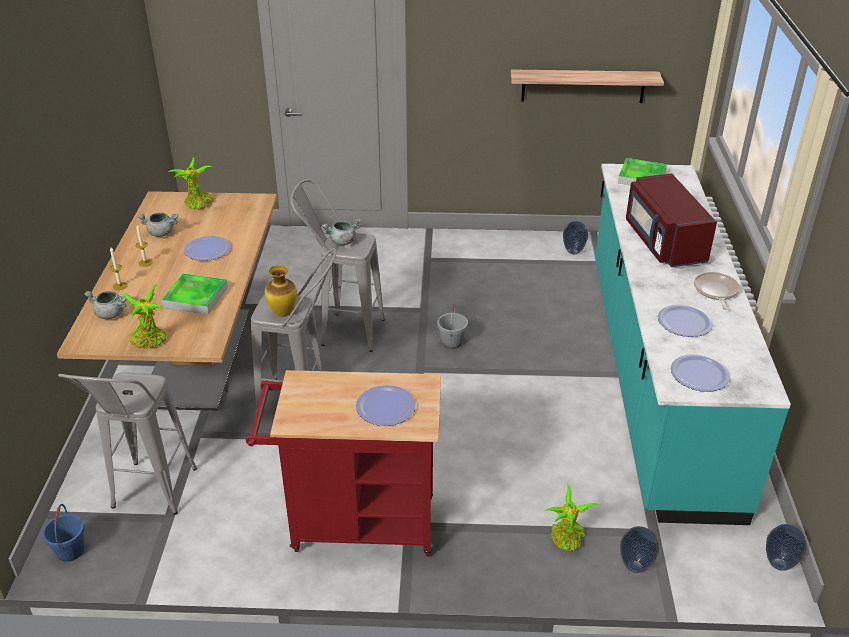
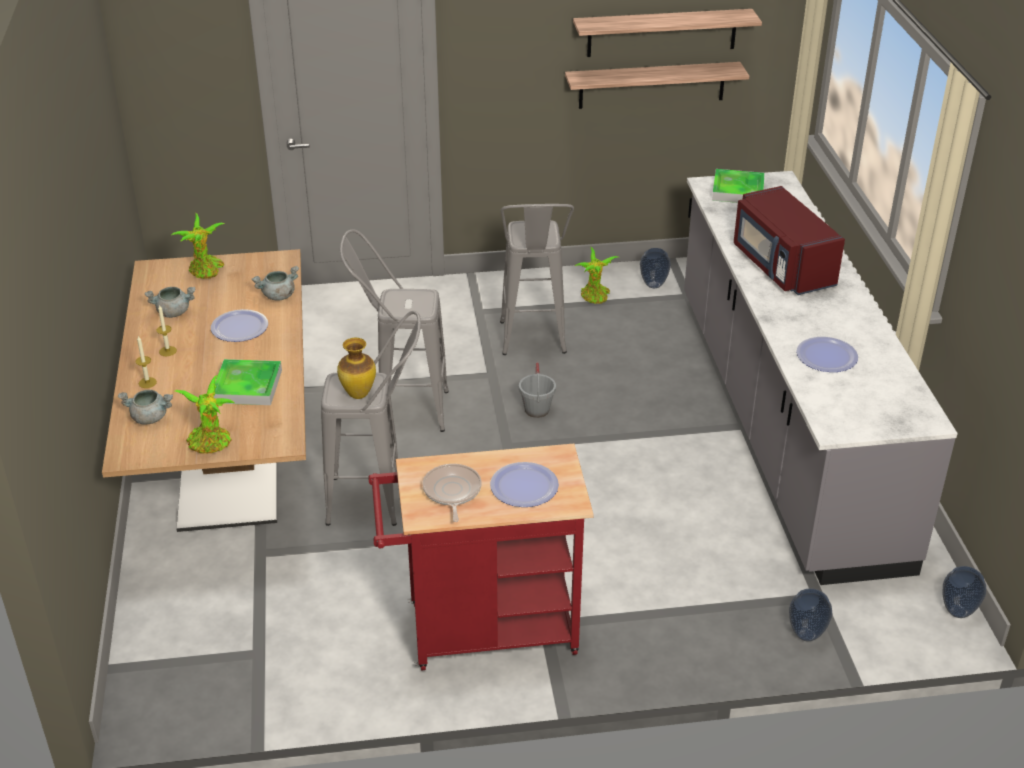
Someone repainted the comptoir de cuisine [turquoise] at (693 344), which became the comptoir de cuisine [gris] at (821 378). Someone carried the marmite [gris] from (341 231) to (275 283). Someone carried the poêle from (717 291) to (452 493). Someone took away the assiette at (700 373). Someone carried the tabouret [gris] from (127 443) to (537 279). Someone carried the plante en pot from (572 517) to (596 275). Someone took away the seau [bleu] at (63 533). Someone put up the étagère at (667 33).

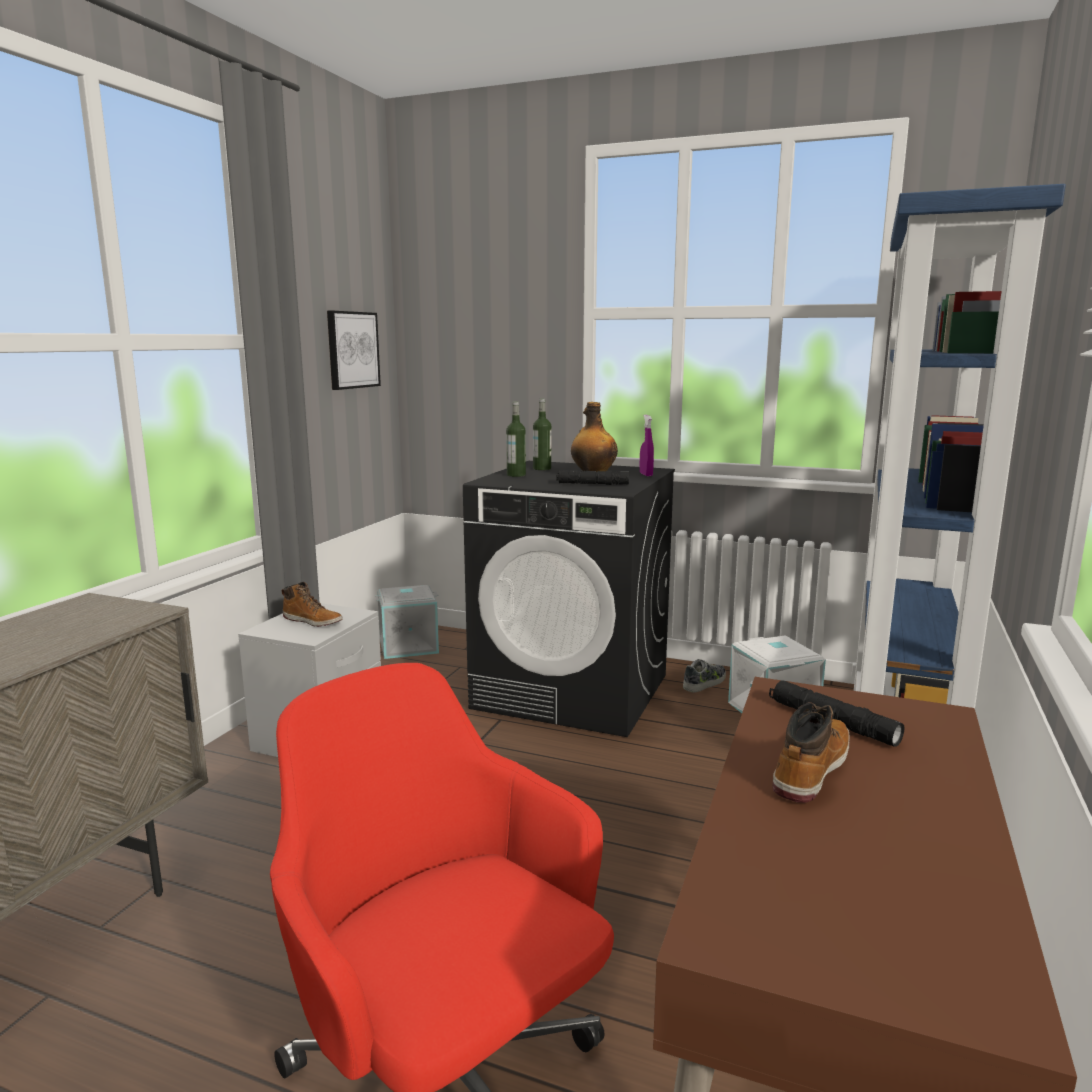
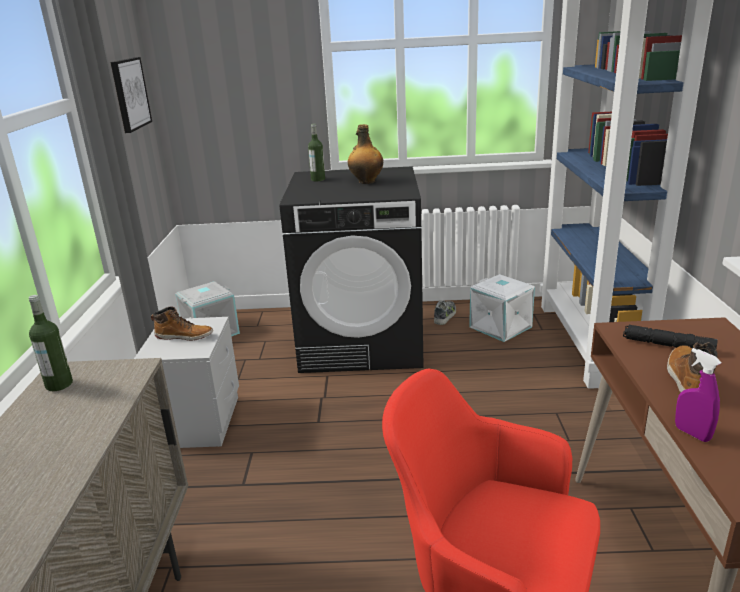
Someone carried the bouteille from (516 439) to (51 343). Someone carried the vaporisateur [violet] from (647 445) to (698 395). Someone took away the lampe de poche [noir] at (592 477).

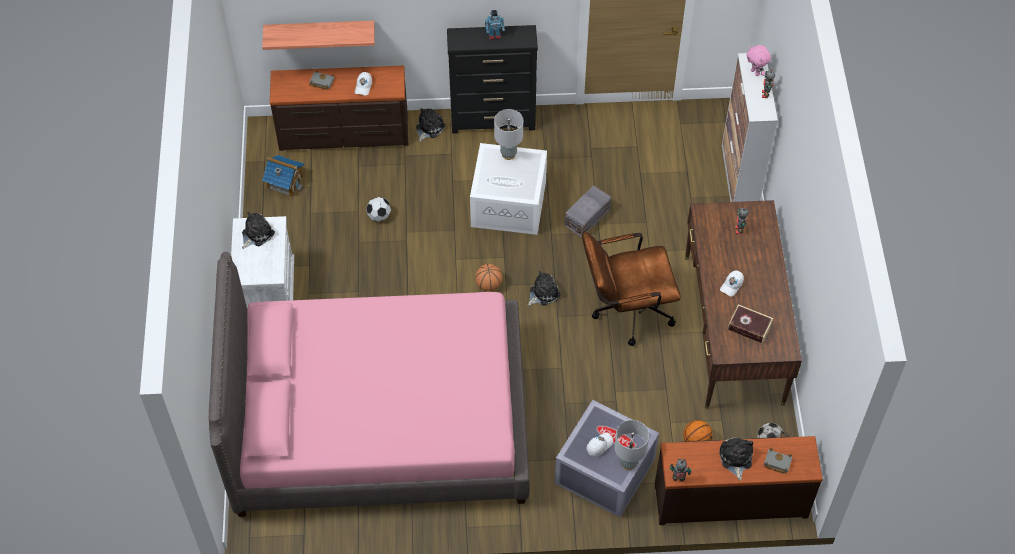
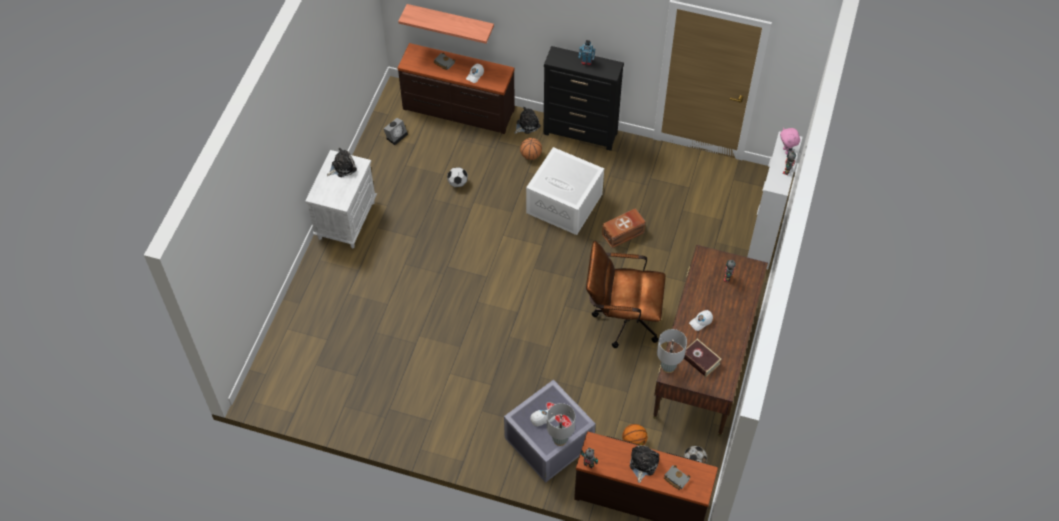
Someone carried the lampe de table [gris] from (508 134) to (672 351). Someone swapped the maison miniature at (283 176) for the réveil at (396 131). Someone repainted the boîte de rangement [gris] at (588 211), which became the boîte de rangement [marron] at (624 228). Someone took away the lit [rose] at (369 384). Someone carried the ballon de basket from (489 277) to (531 149). Someone took away the peluche at (544 288).

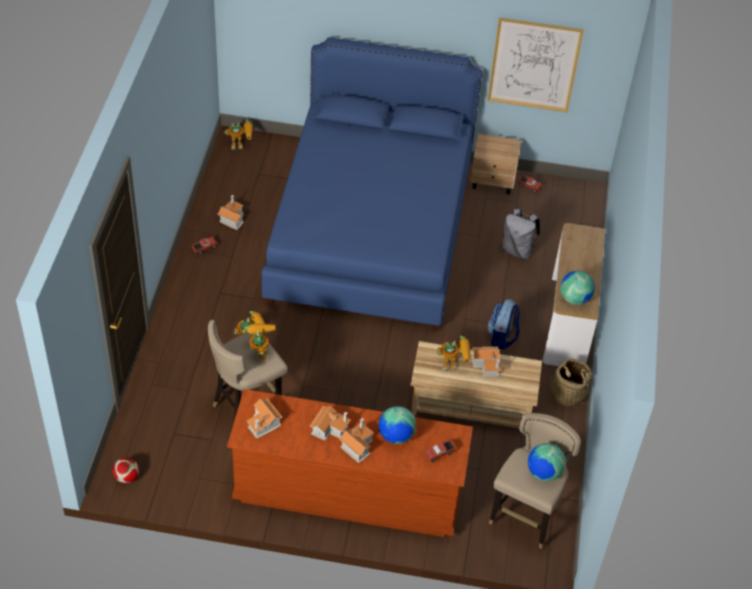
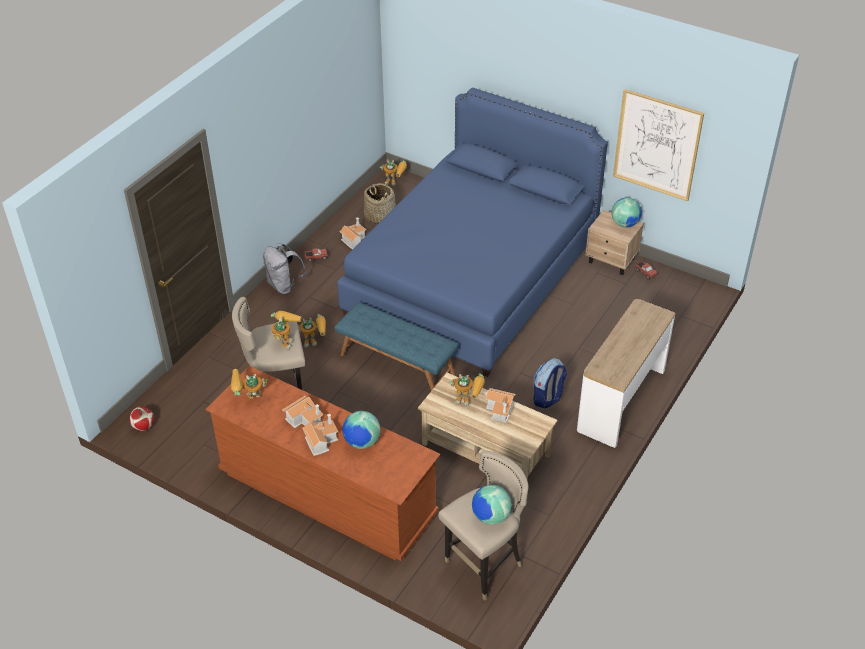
Someone carried the sac à dos [gris] from (520 234) to (285 269). Someone carried the globe from (577 288) to (626 212). Someone carried the panier from (570 383) to (380 203). Someone swapped the maison miniature at (265 418) for the robot jouet at (249 384). Someone took away the camion jouet at (440 451). Someone put down the banc [bleu] at (397 346).

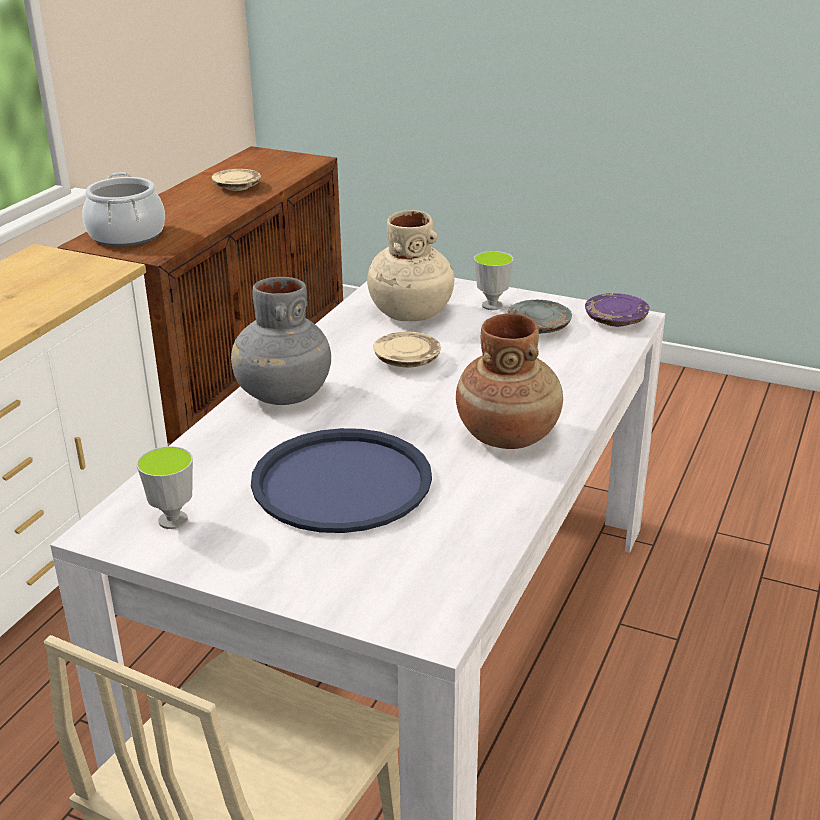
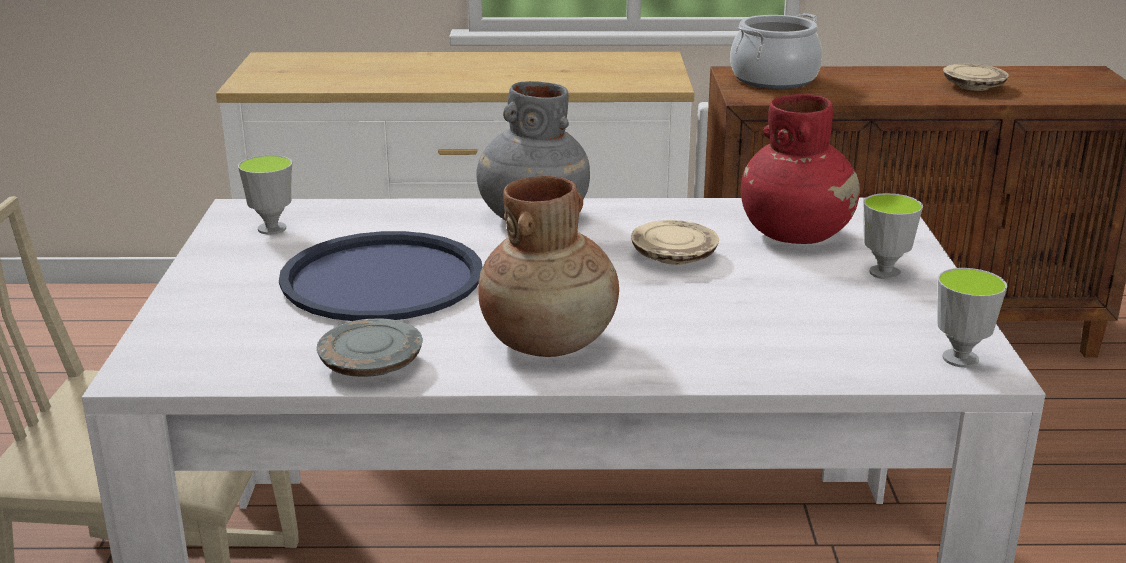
Someone repainted the vase [beige] at (410 265), which became the vase [rouge] at (800 169). Someone swapped the assiette [violet] at (617 310) for the tasse at (972 318). Someone carried the assiette [gris] from (540 317) to (370 347).

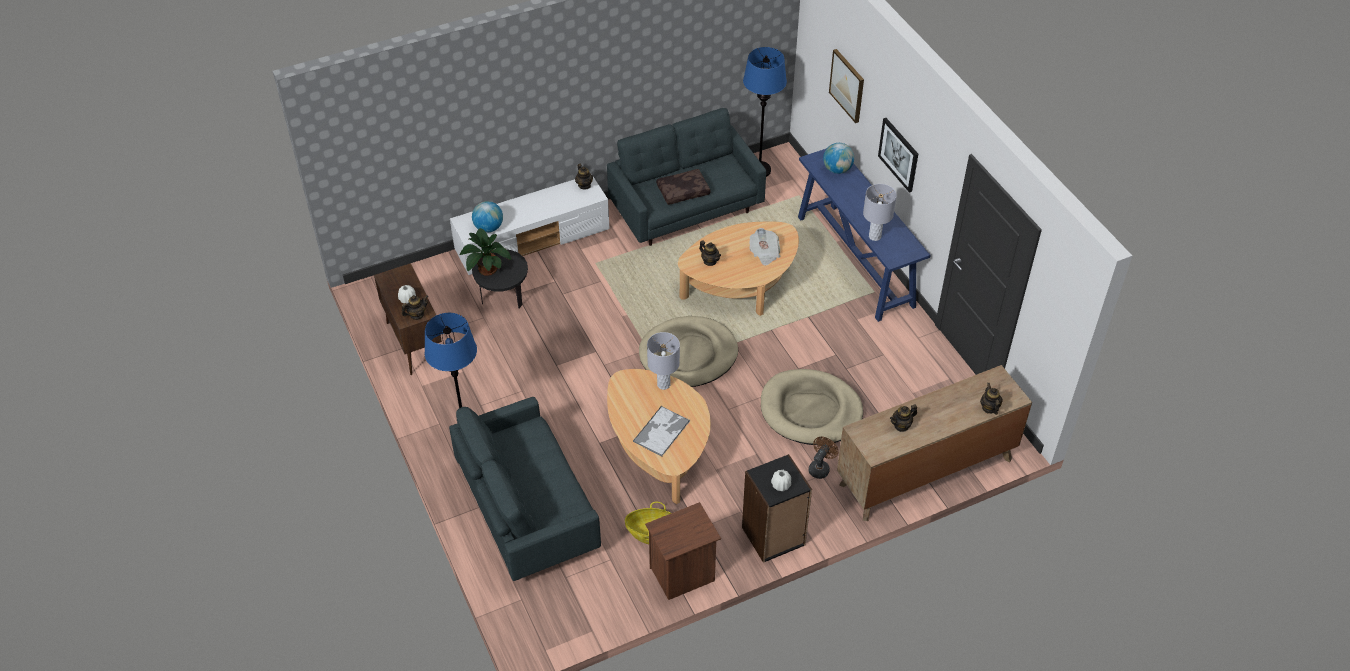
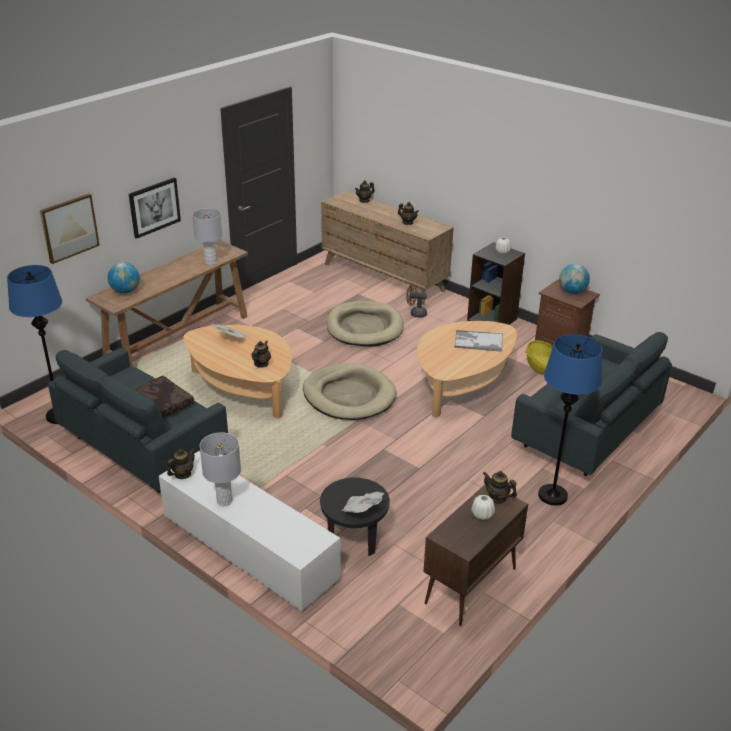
Someone repainted the table console [bleu] at (864 235), which became the table console [marron] at (167 303). Someone carried the globe from (487 216) to (574 279). Someone swapped the plante en pot at (485 252) for the journal at (363 502). Someone carried the lampe de table [gris] from (663 361) to (220 469).

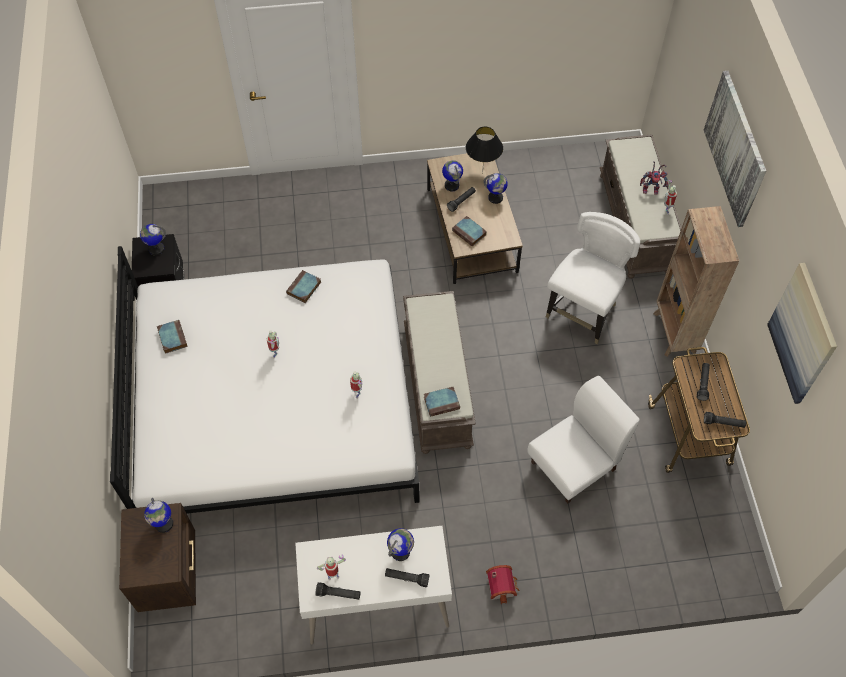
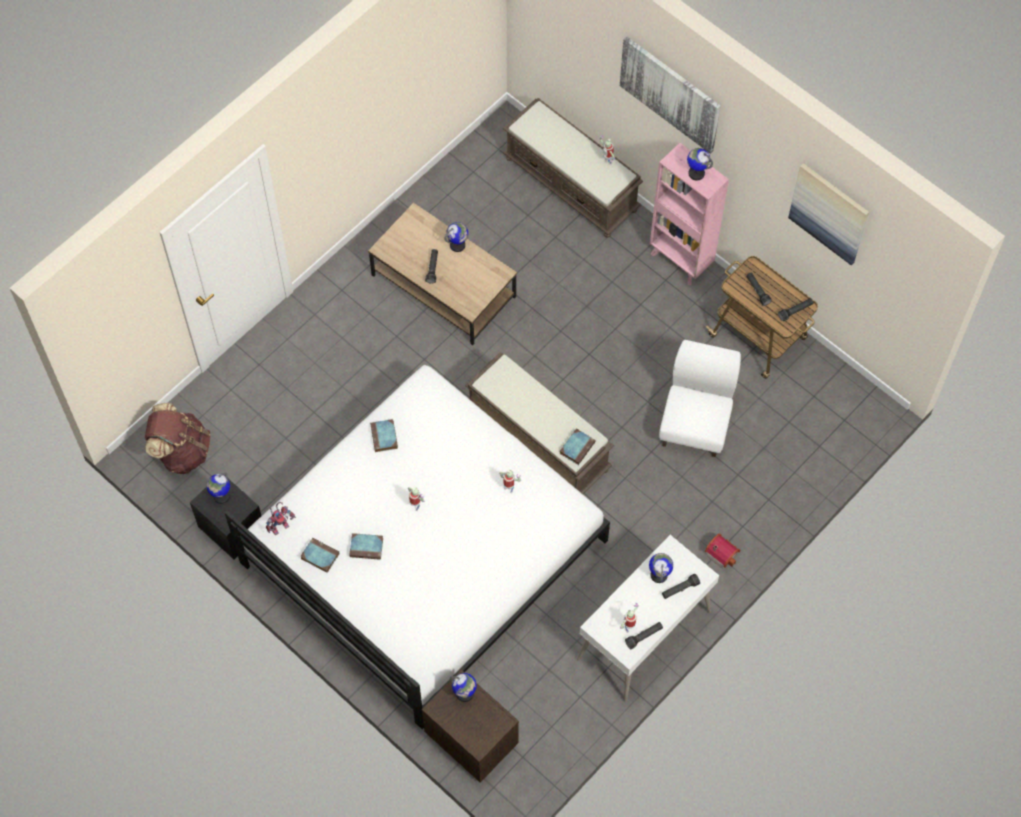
Someone took away the lampe de table [noir] at (484 150). Someone carried the globe from (452 175) to (700 164). Someone carried the robot jouet from (654 178) to (281 518). Someone repainted the bibliothèque [marron] at (696 281), which became the bibliothèque [rose] at (689 214). Someone took away the chaise [blanc] at (593 278). Someone carried the livre from (469 231) to (366 546). Someone put down the sac à dos [marron] at (178 438).

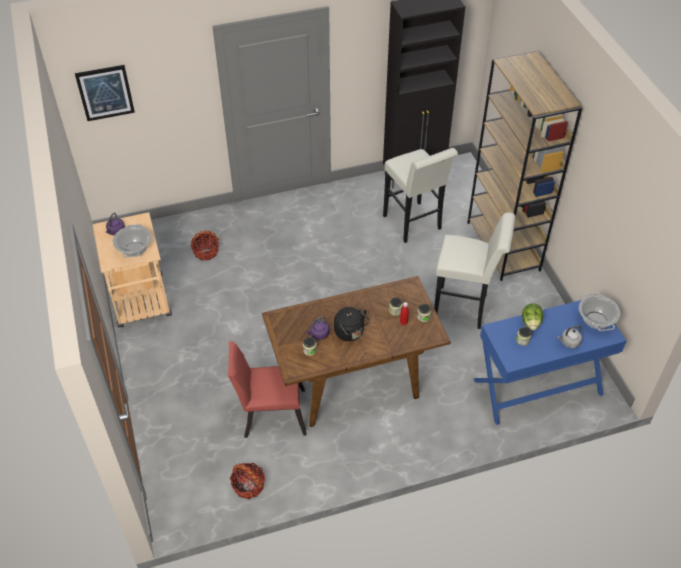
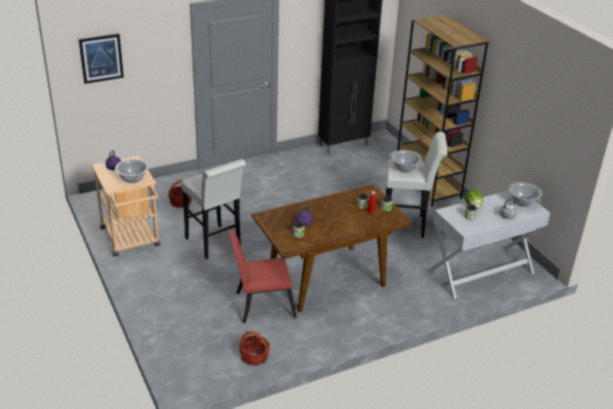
Someone carried the tabouret [blanc] from (420 195) to (213 209). Someone repainted the table console [bleu] at (550 362), which became the table console [blanc] at (488 245). Someone took away the bouilloire [noir] at (352 324). Someone put down the marmite at (406 161).

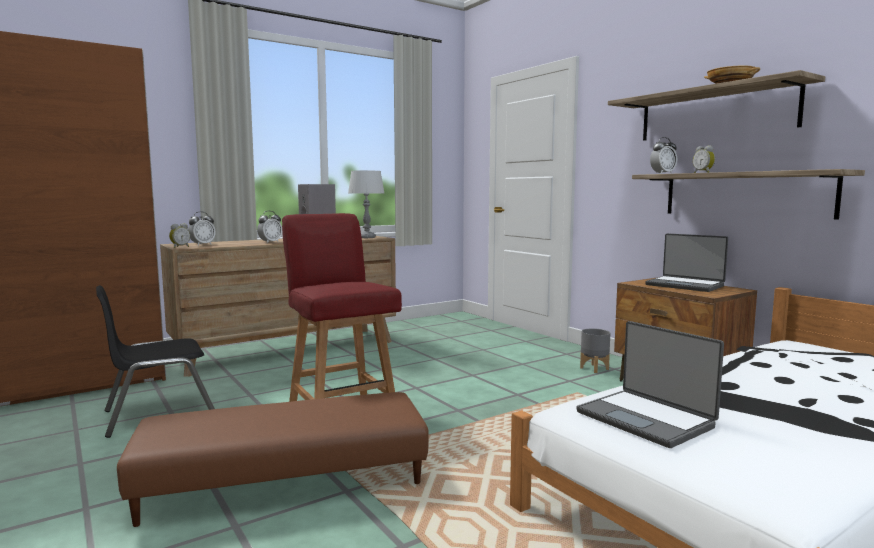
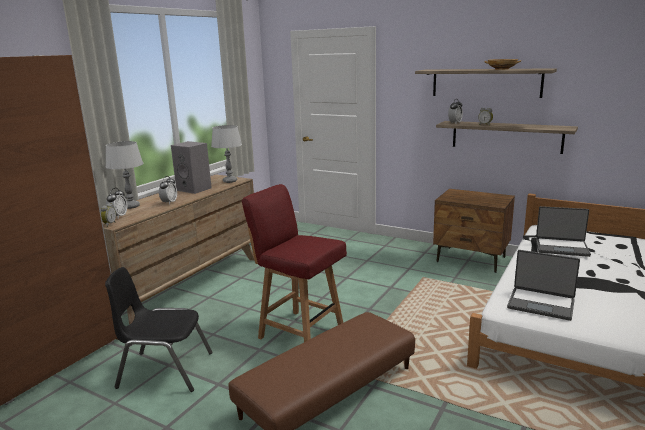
Someone carried the ordinateur portable from (686 262) to (563 231). Someone rotated the chaise [noir] at (155 361) by 60 degrees clockwise. Someone took away the cache-pot [gris] at (595 350). Someone put down the lampe de table [gris] at (124 175).

